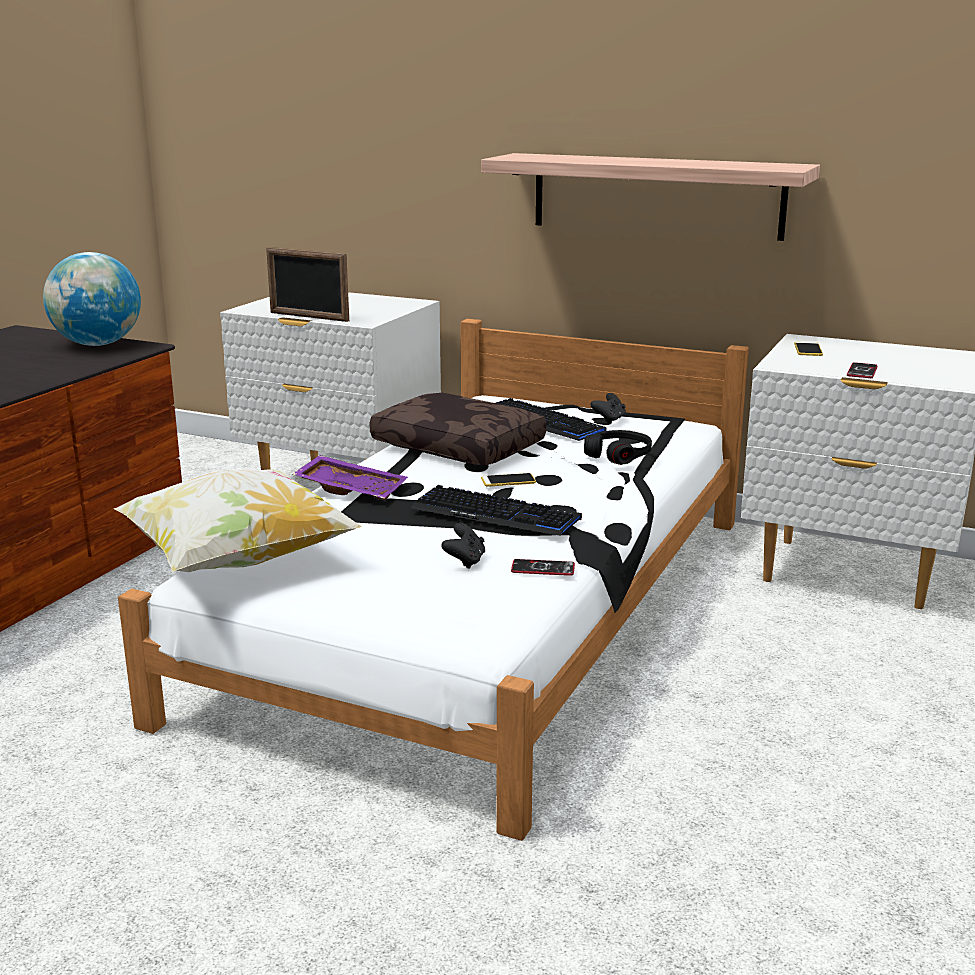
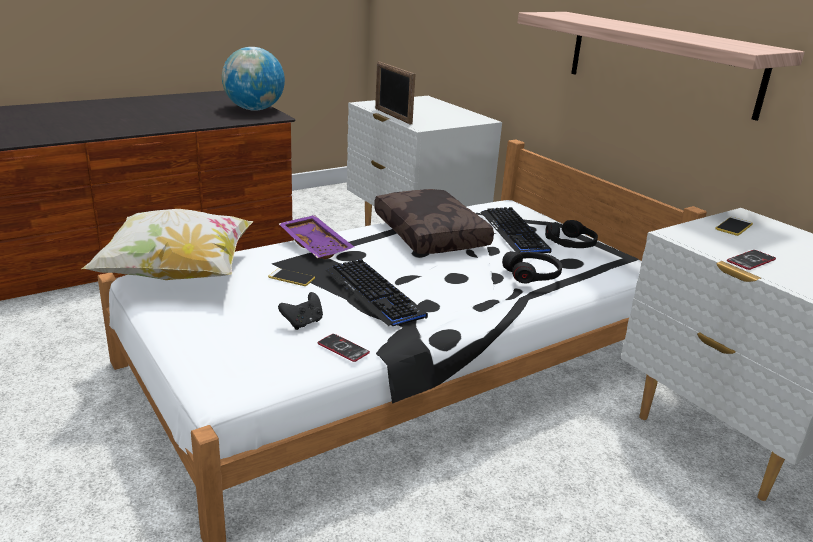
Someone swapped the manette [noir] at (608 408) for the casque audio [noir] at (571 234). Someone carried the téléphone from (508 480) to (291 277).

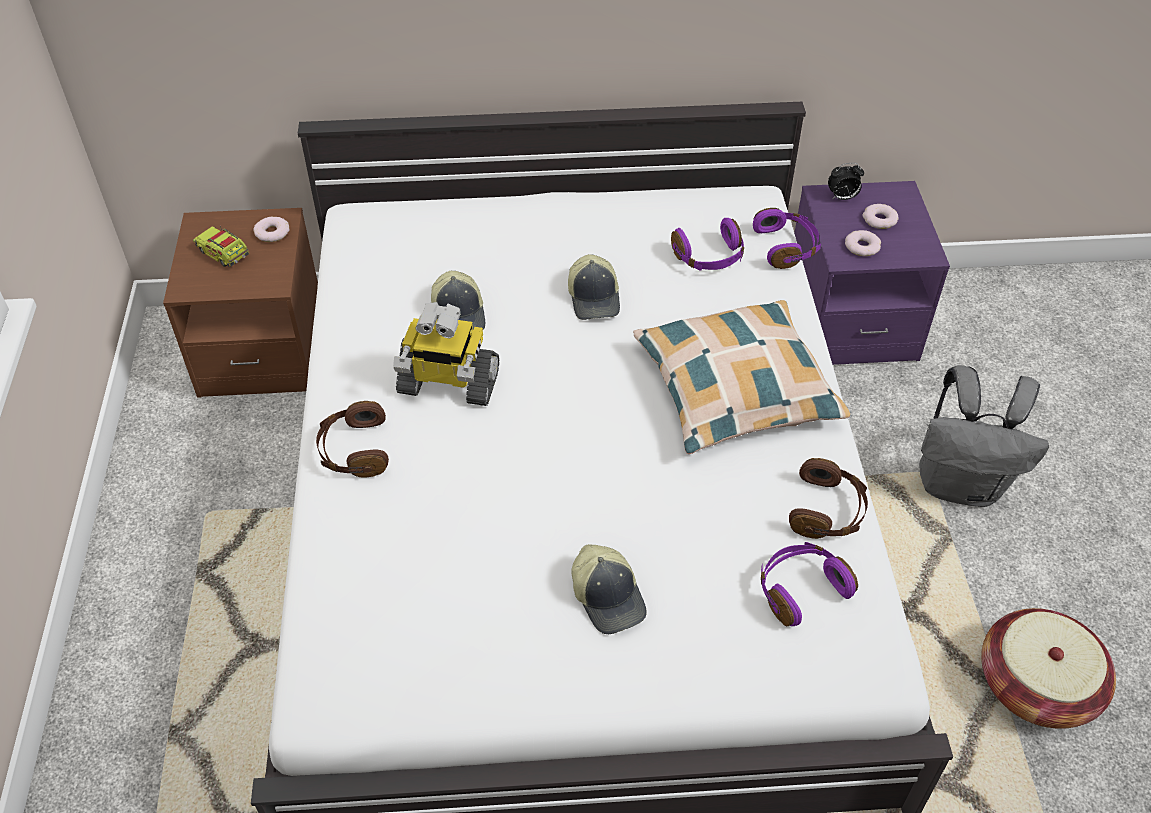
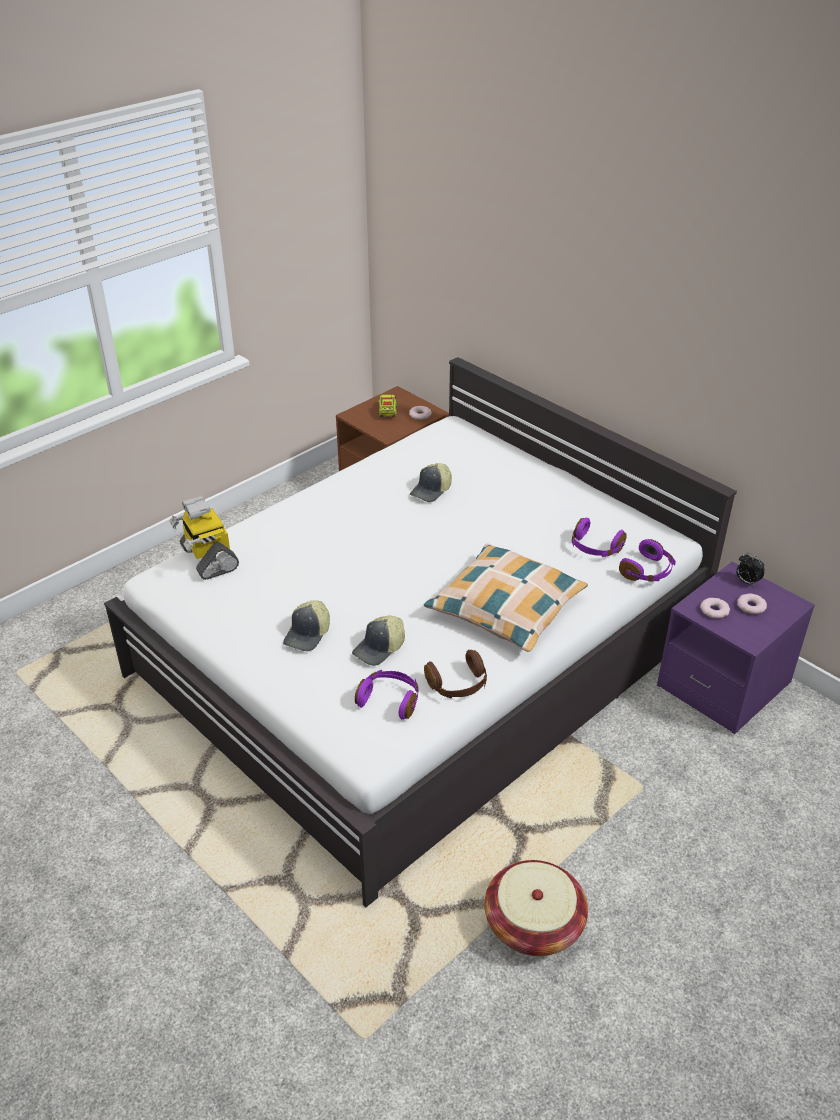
Someone carried the casquette from (594 287) to (378 641). Someone carried the robot jouet from (446 354) to (204 538). Someone took away the sac à dos [gris] at (984 436). Someone took away the casque audio [marron] at (352 439).

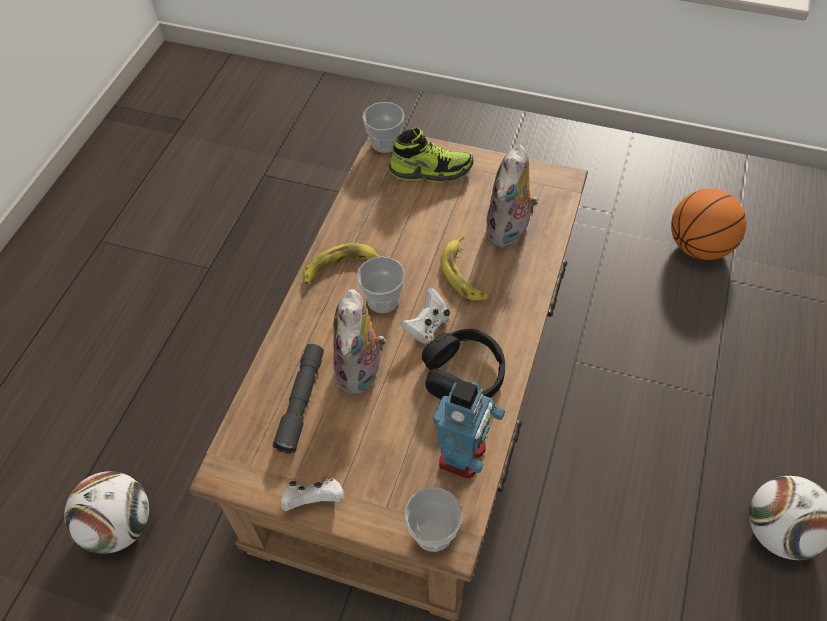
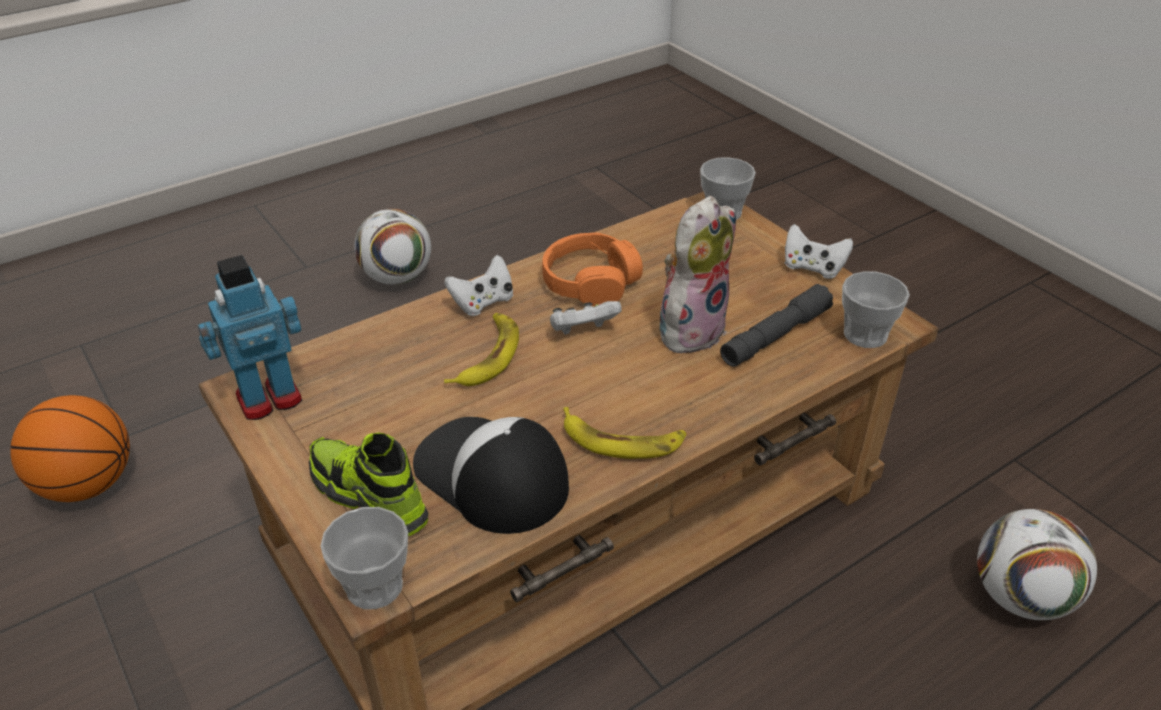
Someone took away the peluche at (511 196). Someone carried the tasse from (381 284) to (876 309). Someone repainted the casque audio [noir] at (463 364), which became the casque audio [orange] at (592 269). Someone carried the robot jouet from (469 428) to (250 337). Someone put down the manette [blanc] at (478 285). Someone put down the casquette at (491 475).

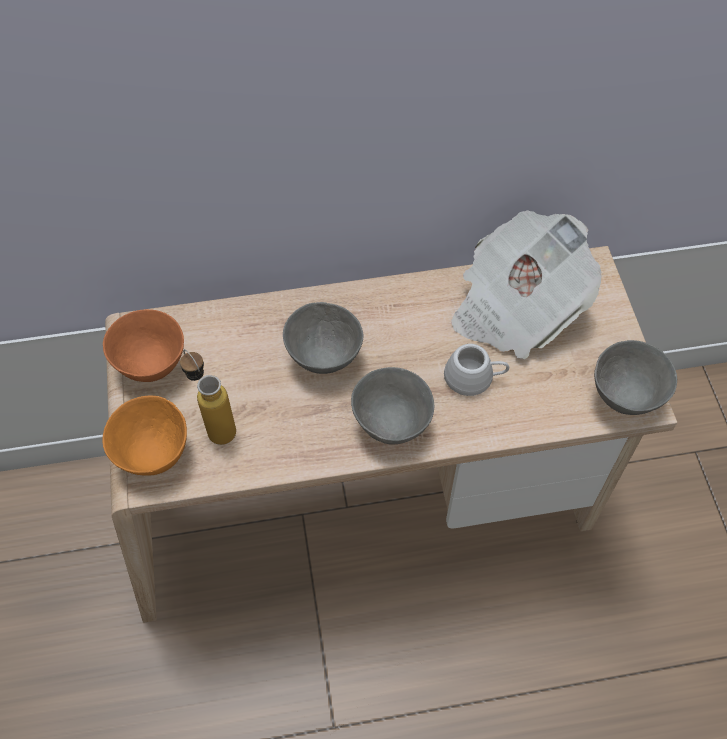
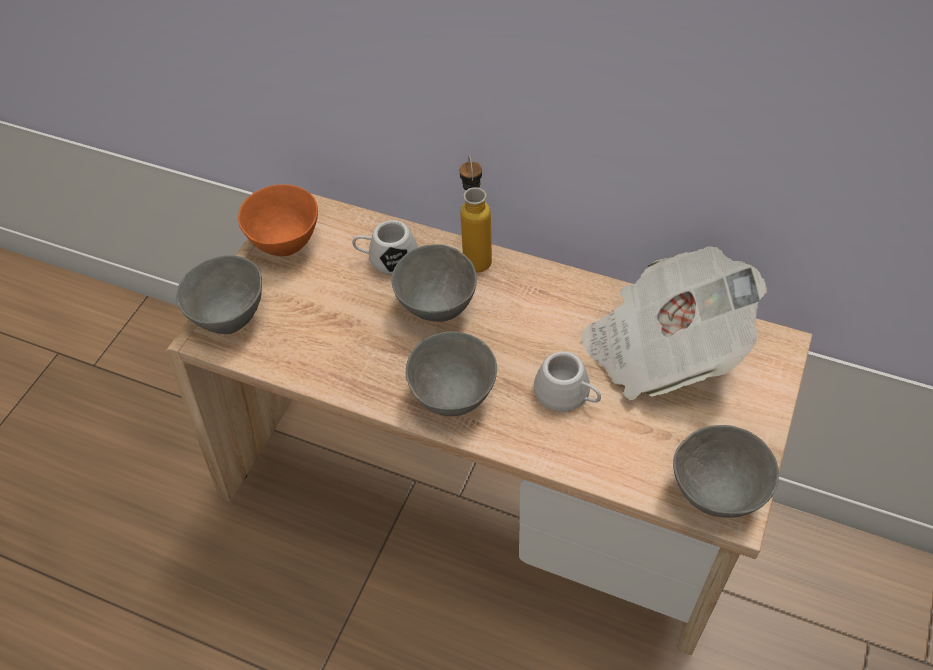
Someone carried the bouteille from (208 397) to (476 213). Someone repainted the bol [orange] at (144 436), which became the bol [gris] at (219 294). Someone put down the mug [blanc] at (385 247).

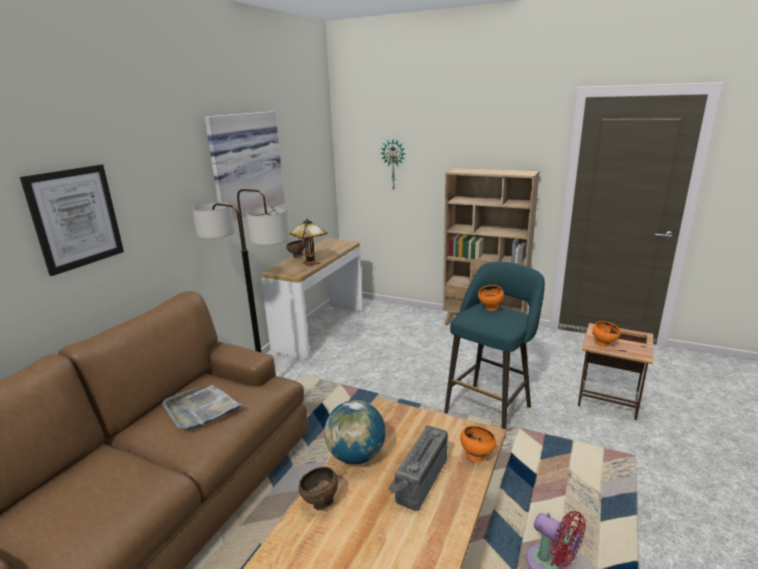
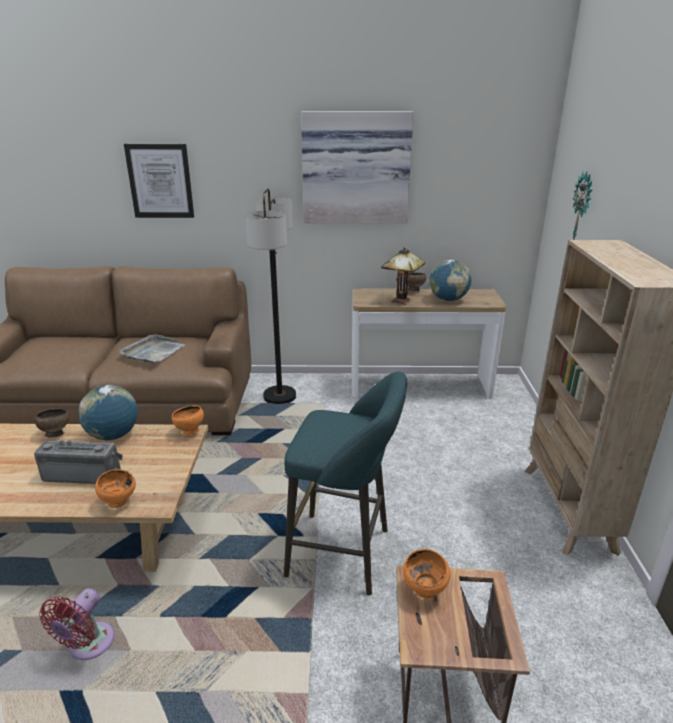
Someone carried the bol [orange] from (491 298) to (188 420). Someone put down the globe at (450 280).

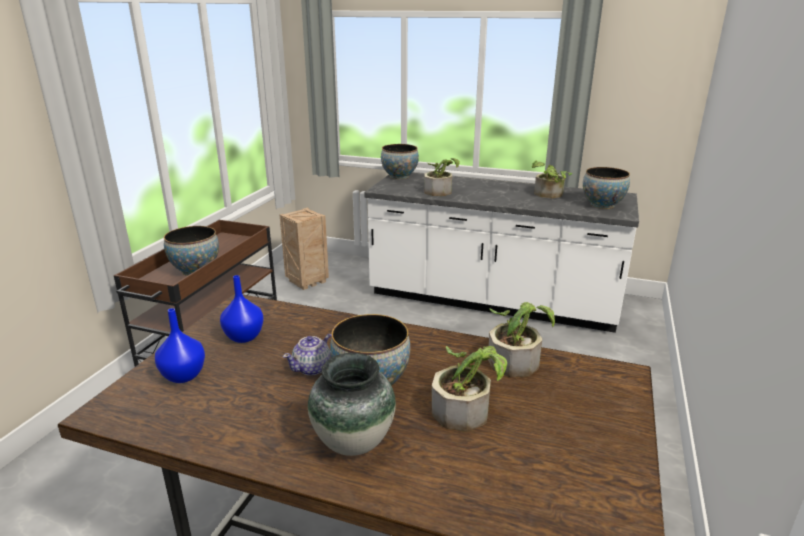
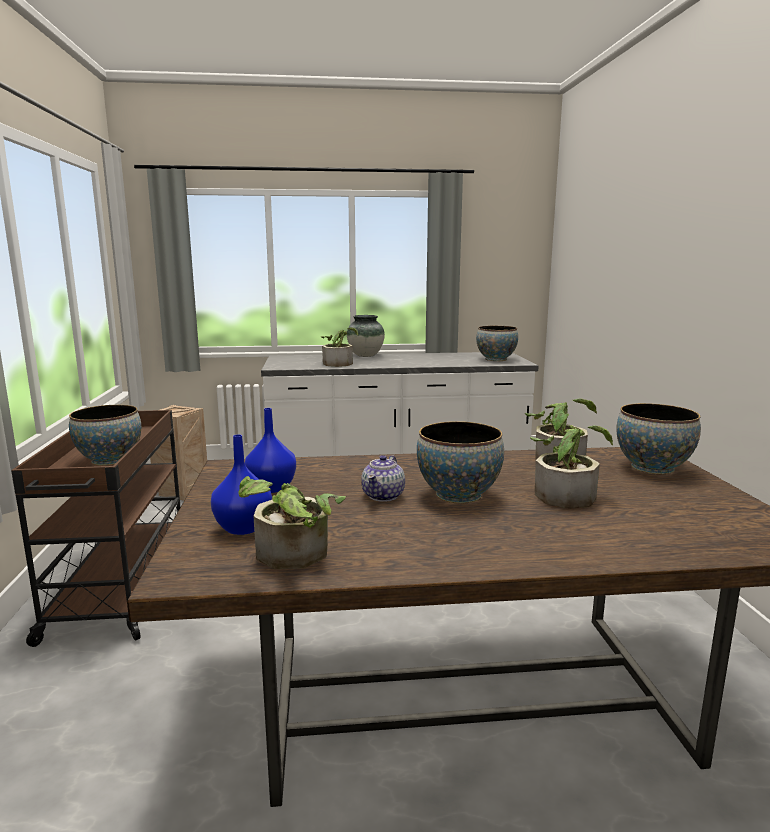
Someone carried the bol from (400 161) to (659 439). Someone carried the plante en pot from (552 179) to (292 522). Someone carried the vase from (352 404) to (366 336).

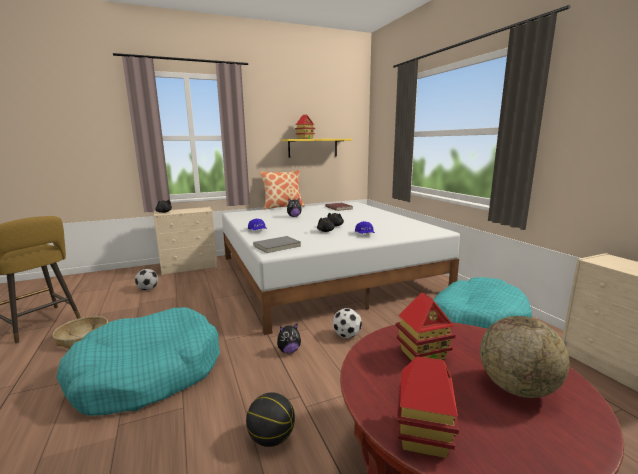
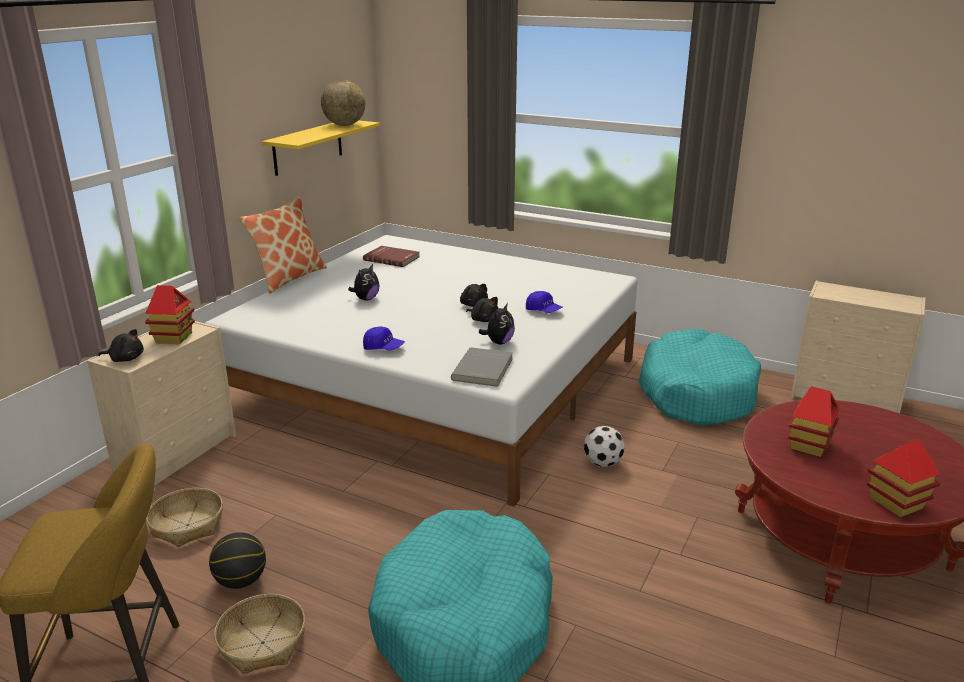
Someone carried the maison miniature from (305 127) to (170 314). Someone swapped the ballon de foot at (146 279) for the panier at (184 517). Someone carried the globe from (524 357) to (343 103). Someone carried the peluche from (289 338) to (497 324). Someone carried the ballon de basket from (270 419) to (237 560).

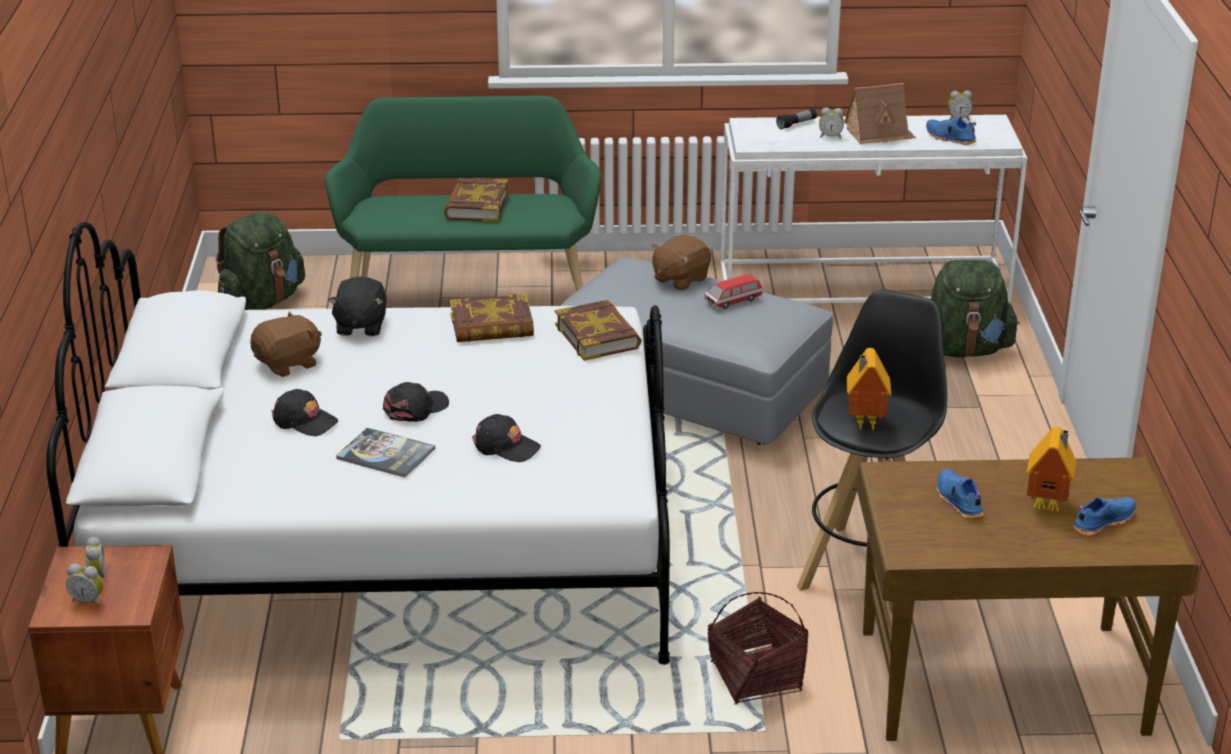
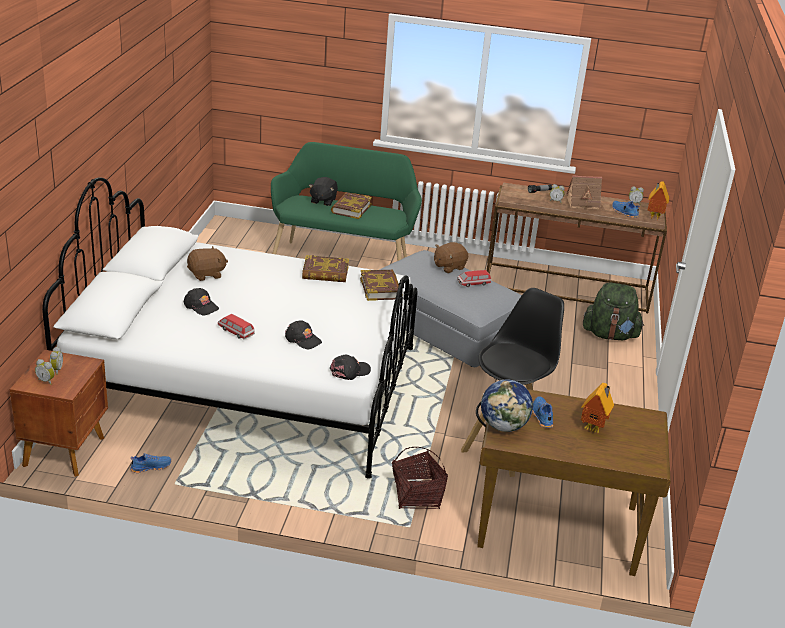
Someone repainted the table console [blanc] at (873 209), which became the table console [marron] at (577 248). Someone took away the sac à dos [vert] at (260 261). Someone carried the peluche [noir] from (357 306) to (323 191). Someone carried the maison miniature from (869 389) to (658 200). Someone carried the casquette [noir] from (416 402) to (350 367). Someone swapped the livre at (385 453) for the petite voiture at (236 326). Someone carried the chaussure [bleu] from (1104 516) to (151 463). Someone put down the globe at (507 405).

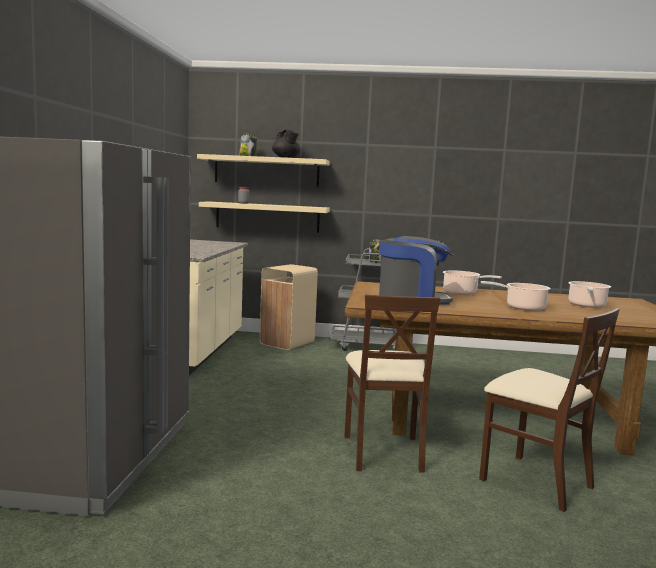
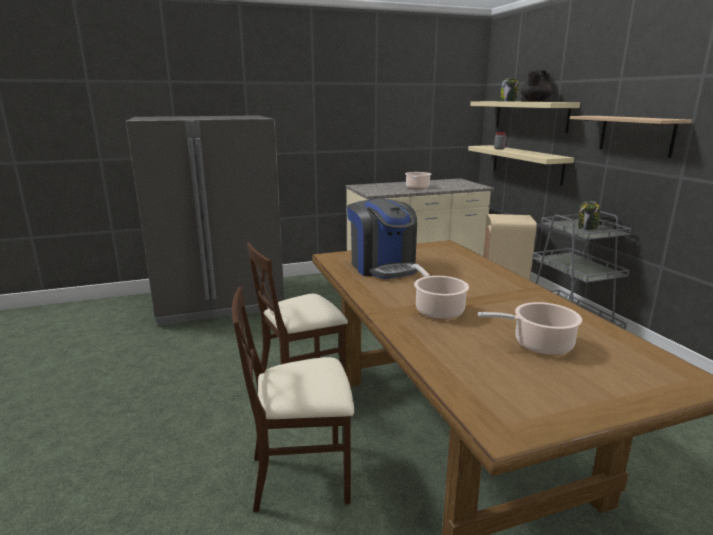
Someone carried the marmite from (472 282) to (418 180). Someone rotated the chaise [beige] at (549 410) by 60 degrees clockwise. Someone put up the étagère at (631 137).

